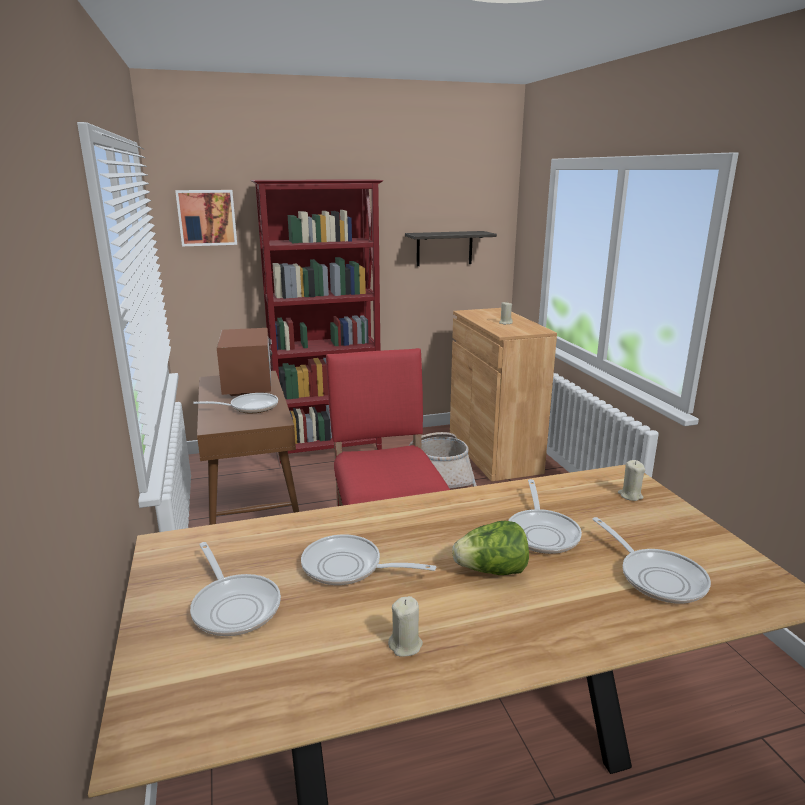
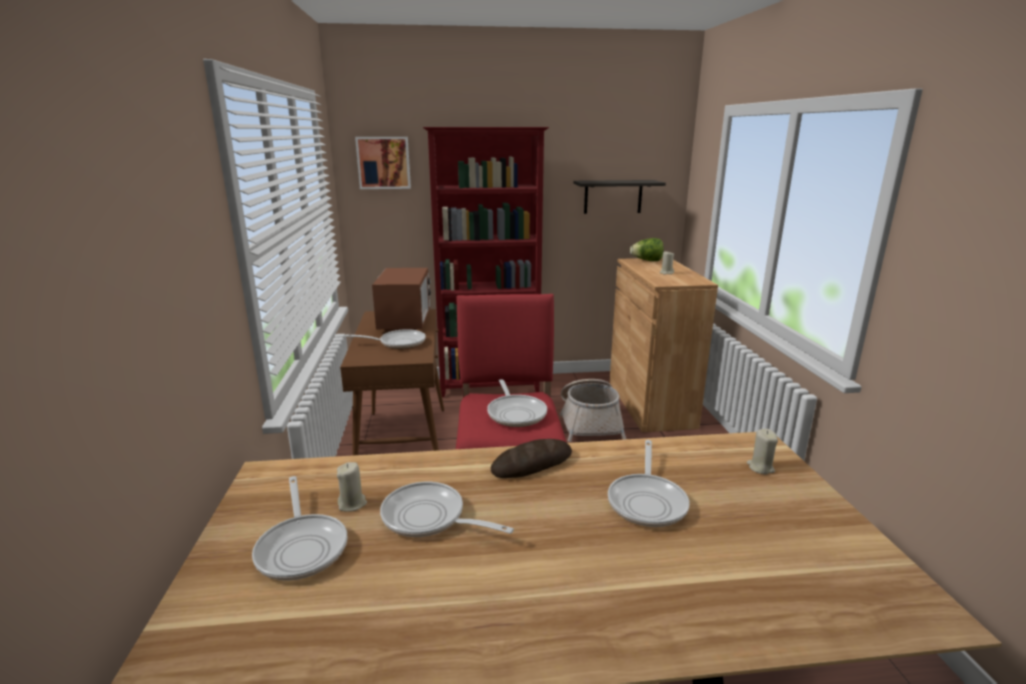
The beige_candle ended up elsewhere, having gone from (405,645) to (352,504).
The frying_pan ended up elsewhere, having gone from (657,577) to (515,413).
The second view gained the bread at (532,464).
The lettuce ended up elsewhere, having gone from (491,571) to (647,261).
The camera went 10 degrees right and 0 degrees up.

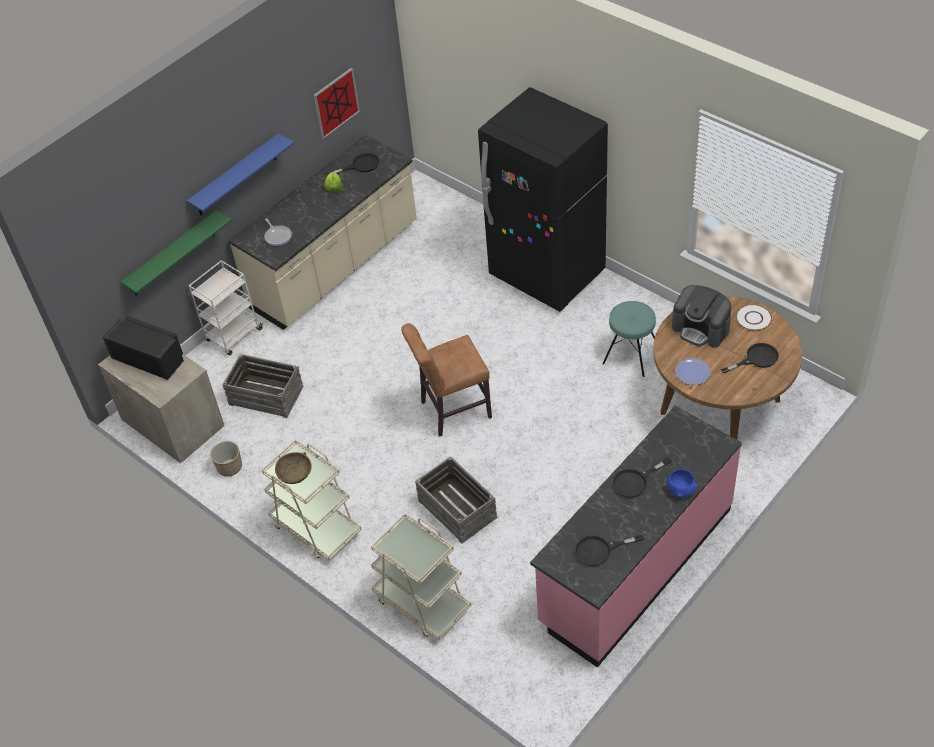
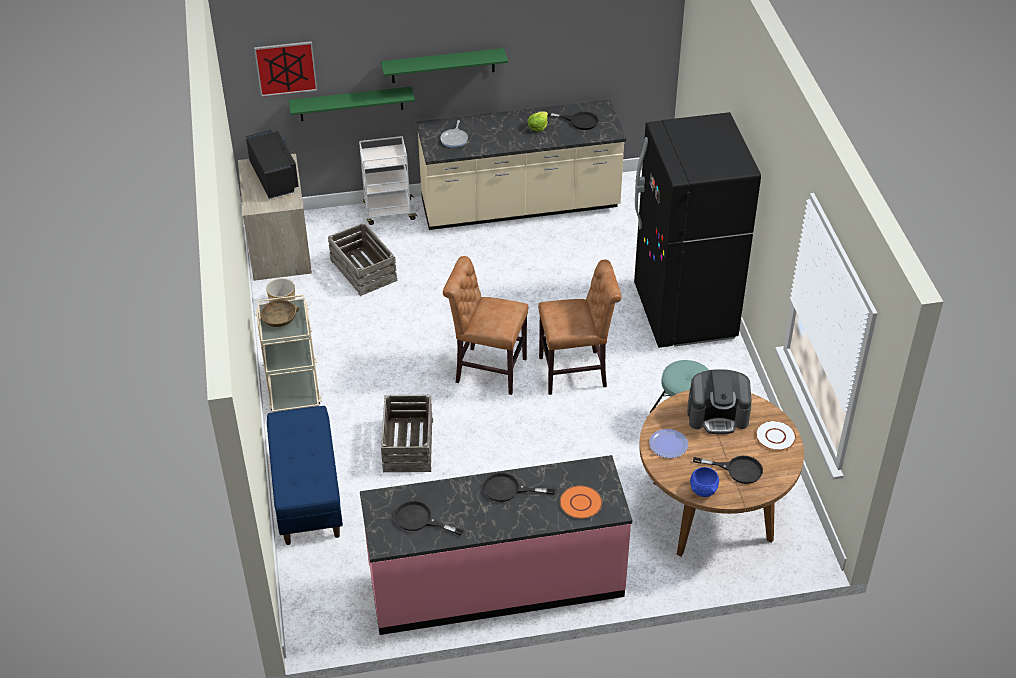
The picture ended up elsewhere, having gone from (336,103) to (286,68).
Where the beige_cart stood at (422,603), the blue_bench came to stand at (306,493).
What was the blue_shelf at (236,176) turned into the green_shelf at (443,65).
The second view gained the brown_chair at (577,372).
The second view gained the orange_plate at (580,503).
The coffee_machine at (701,328) ended up facing another way, 75 degrees counterclockwise from before.
The blue_bowl ended up elsewhere, having gone from (681,490) to (703,489).
The camera went 35 degrees right and 5 degrees down.

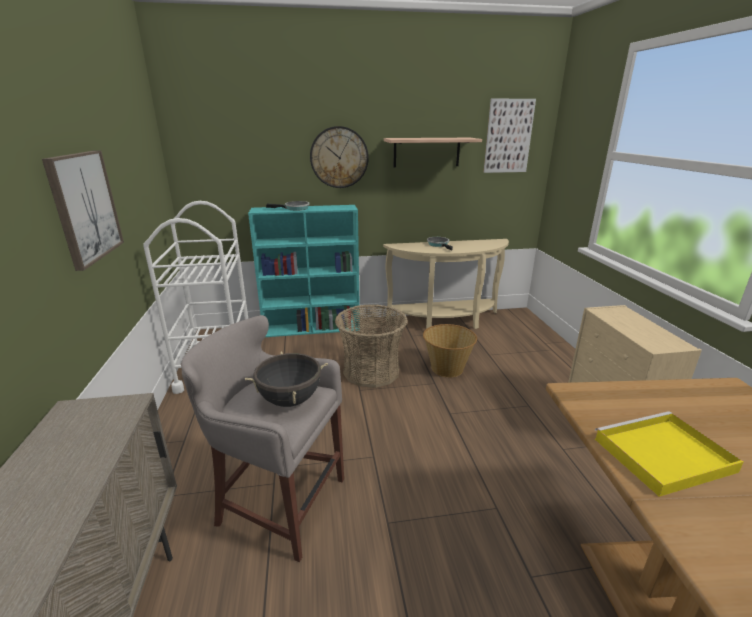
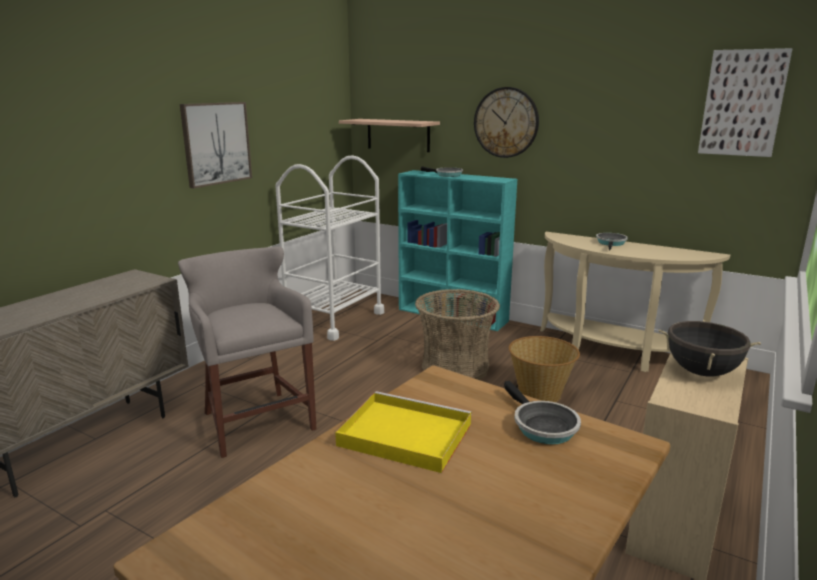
The shelf ended up elsewhere, having gone from (426,152) to (398,135).
The second view gained the frying_pan at (541,426).
The black_cooking_pot ended up elsewhere, having gone from (290,400) to (702,372).
The camera went 40 degrees right and 5 degrees down.

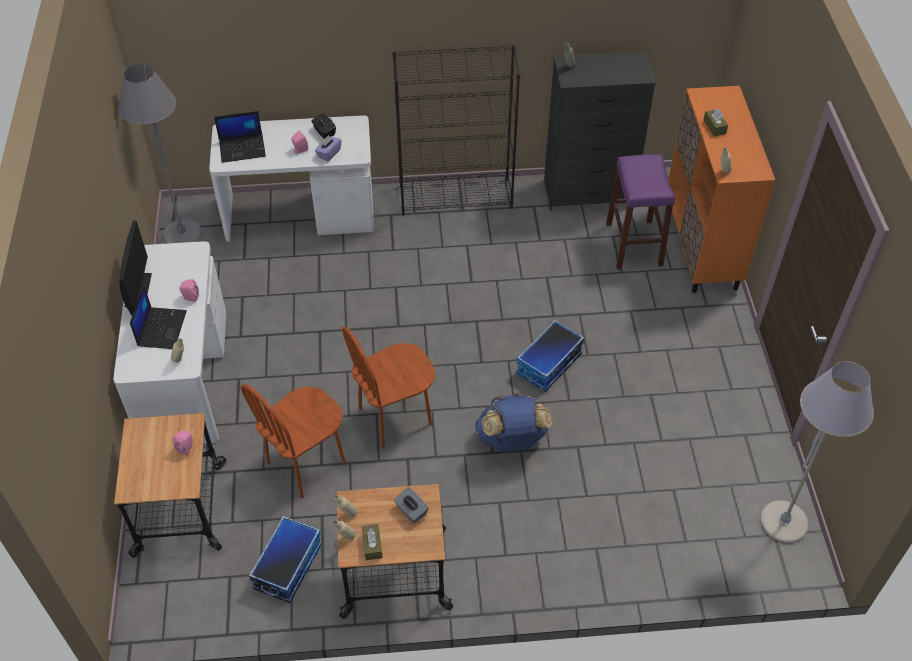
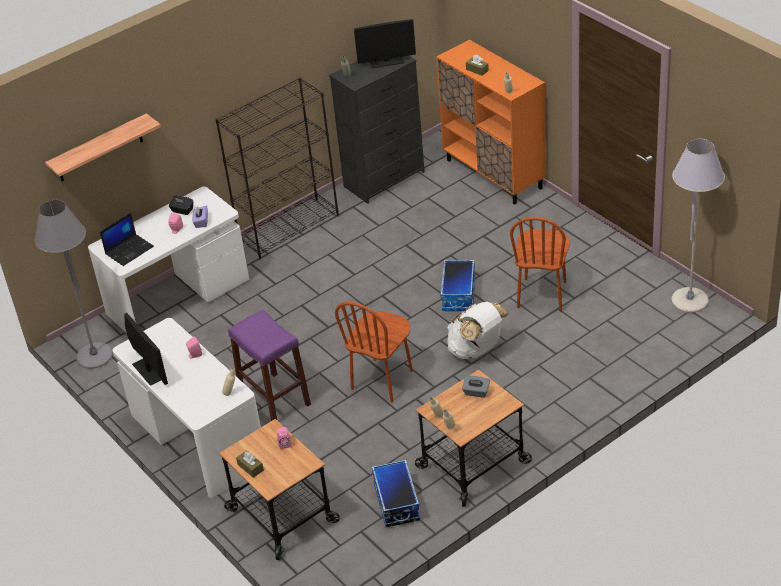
The second view gained the shelf at (99,149).
The purple_stool ended up elsewhere, having gone from (634,244) to (274,399).
The brown_tissue_box ended up elsewhere, having gone from (372,545) to (250,467).
The second view gained the monitor at (386,61).
What was the blue_backpack at (511,440) turned into the white_backpack at (476,350).
The brown_chair ended up elsewhere, having gone from (306,463) to (542,295).
The second view lost the laptop at (161,328).
The camera went 30 degrees left and 10 degrees down.

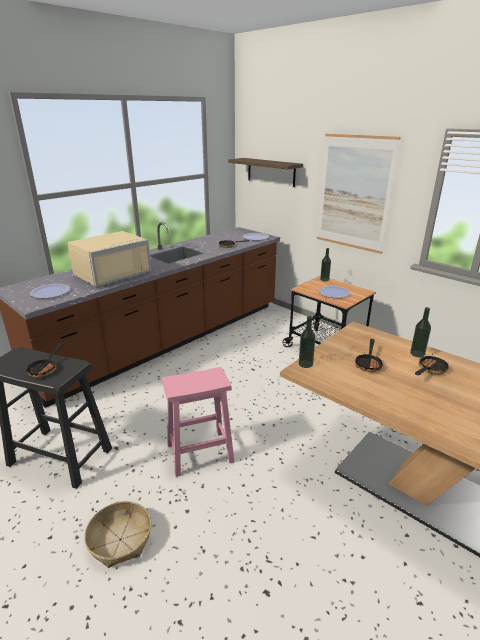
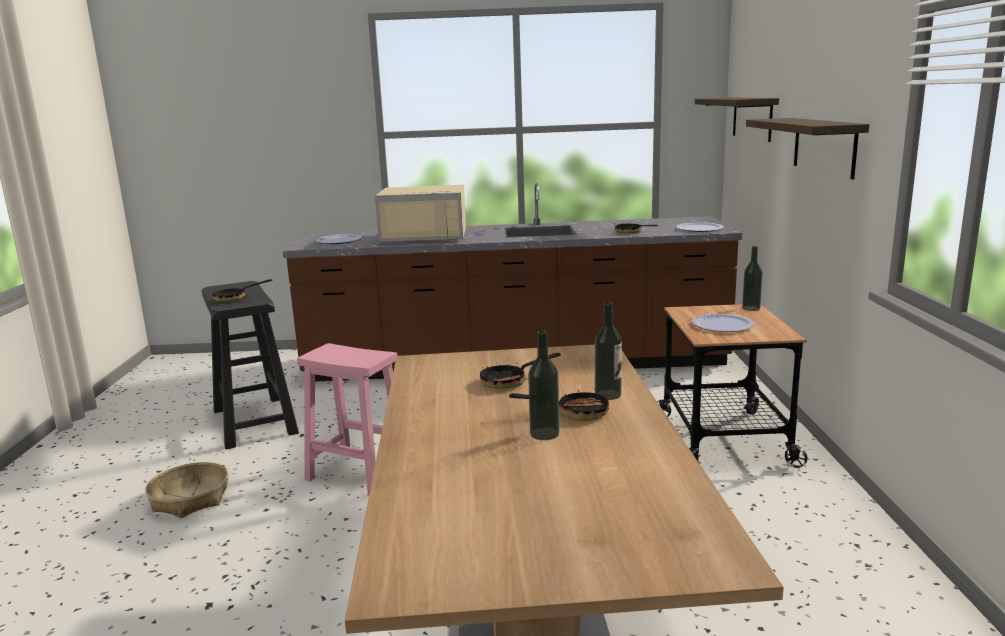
The bottle ended up elsewhere, having gone from (305,364) to (544,434).
Where the picture hung at (354,193), the shelf came to hang at (824,146).
The camera went 45 degrees right and 10 degrees down.

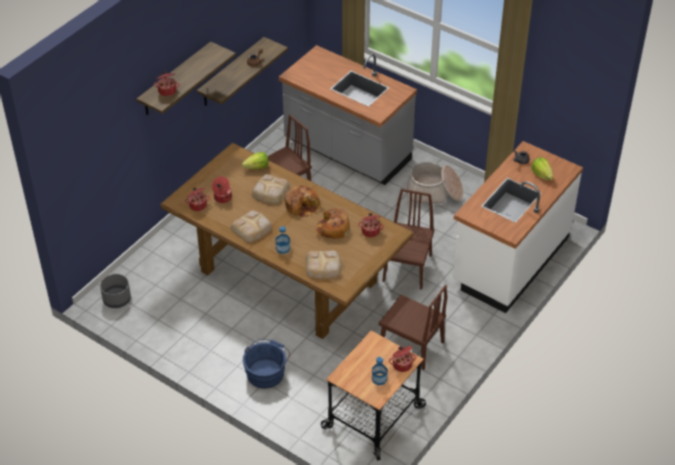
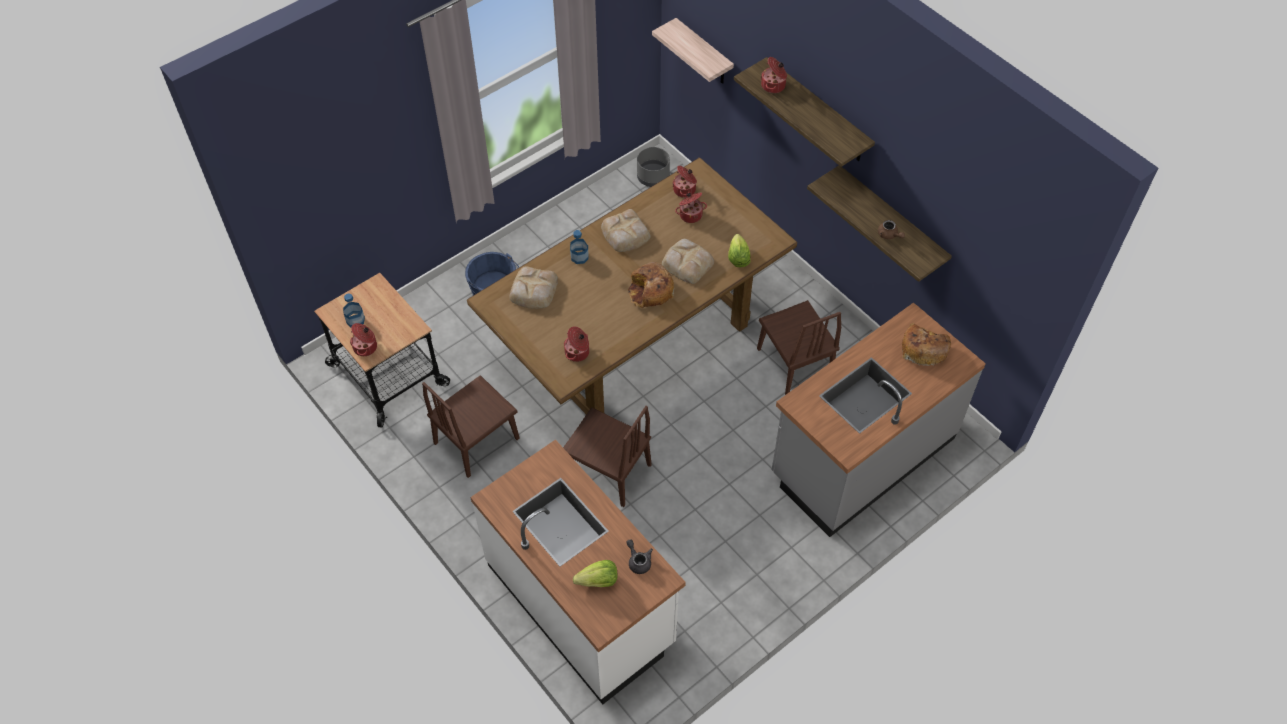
The second view gained the shelf at (703,53).
The bread ended up elsewhere, having gone from (332,228) to (923,348).
The second view lost the basket at (434,193).
The camera went 105 degrees right and 10 degrees up.

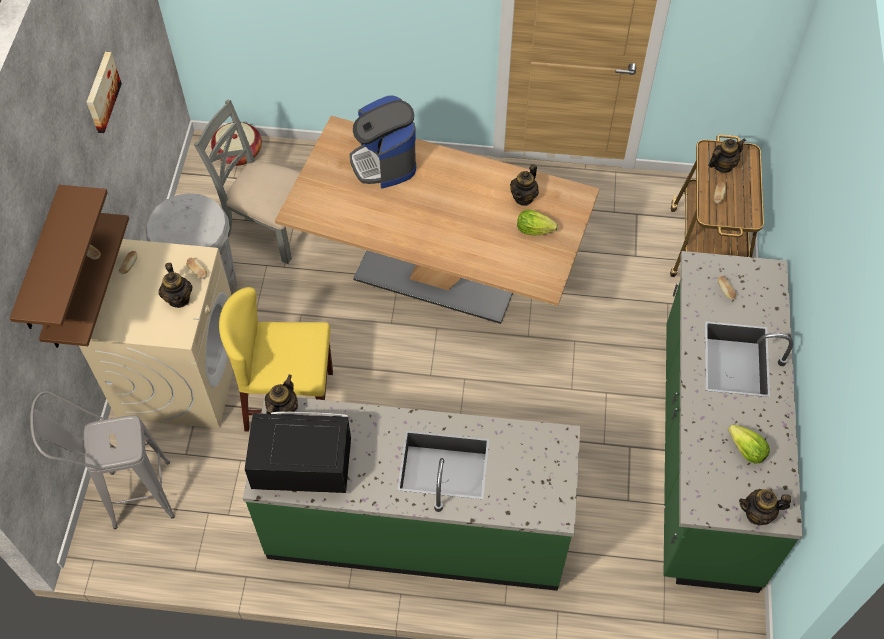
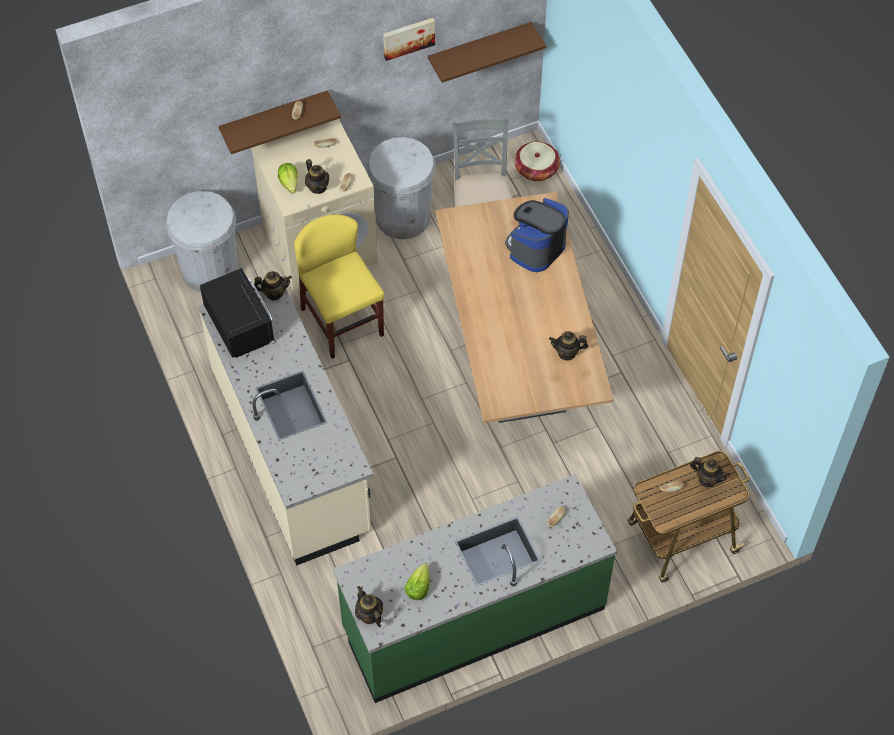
Where the grey_stool stood at (128,497), the white_trash_can came to stand at (210,270).
What was the green_counter at (417,526) turned into the beige_counter at (292,452).
The lettuce ended up elsewhere, having gone from (534,230) to (289,183).
The teapot at (179,298) ended up facing another way, 75 degrees counterclockwise from before.
The brown_shelf ended up elsewhere, having gone from (41,262) to (479,49).
The camera went 60 degrees right and 0 degrees up.

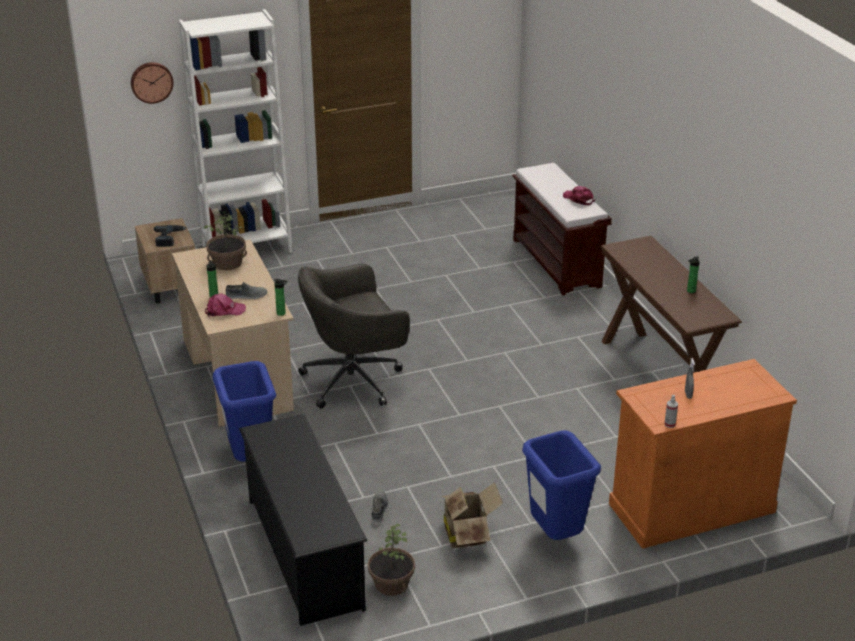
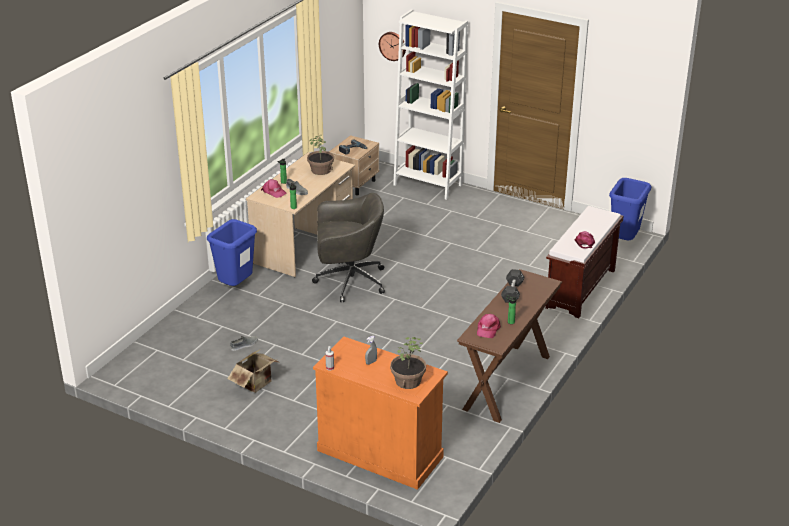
The grey_office_chair at (355,380) ended up facing another way, 150 degrees clockwise from before.
The potted_plant ended up elsewhere, having gone from (391,584) to (407,381).
The second view gained the pink_cap at (488,329).
The second view gained the black_dumbbell at (512,292).
The blue_trash_can ended up elsewhere, having gone from (555,536) to (624,241).
The second view lost the black_shoe_rack at (304,552).
The camera went 50 degrees right and 0 degrees up.

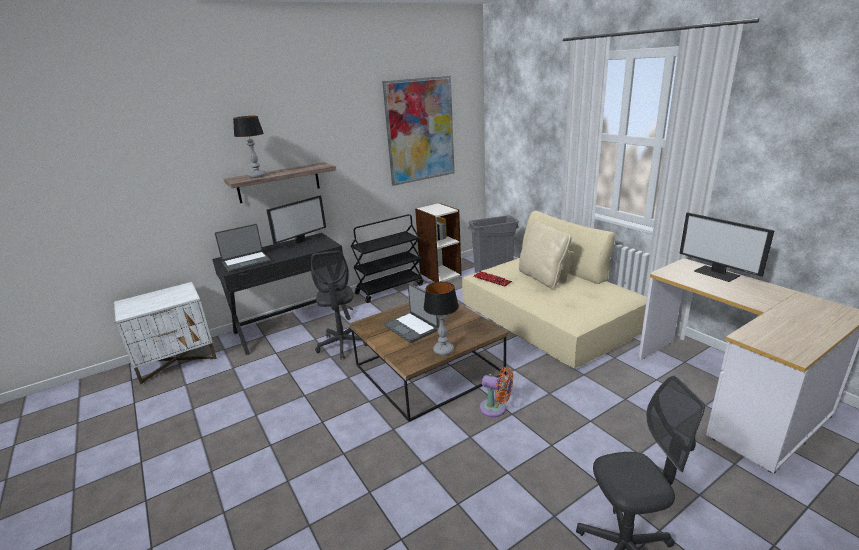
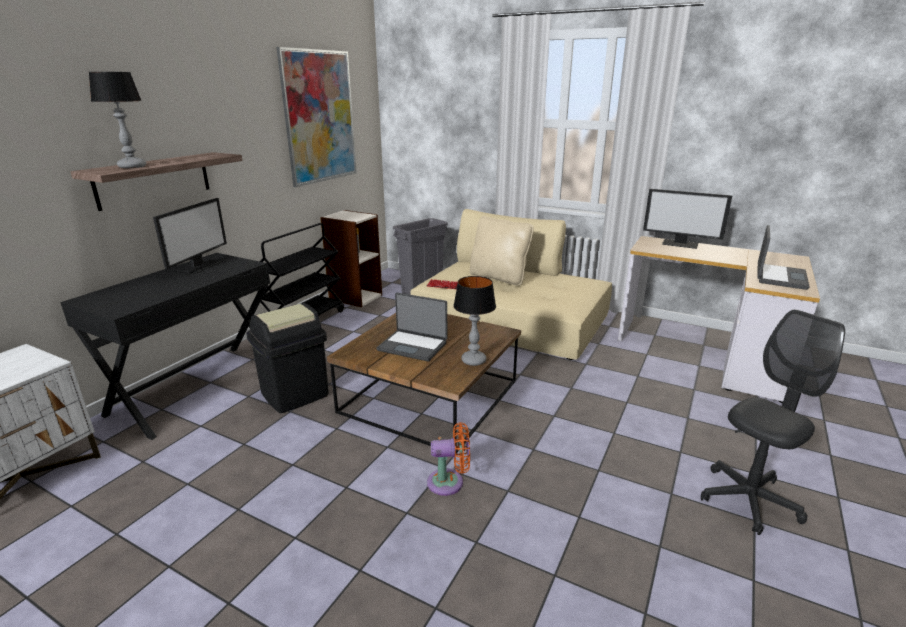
Where the grey_office_chair stood at (342,345), the black_trash_can came to stand at (295,394).
The orange_fan ended up elsewhere, having gone from (496,409) to (449,482).
The laptop ended up elsewhere, having gone from (246,262) to (779,277).
The camera went 30 degrees left and 0 degrees up.

